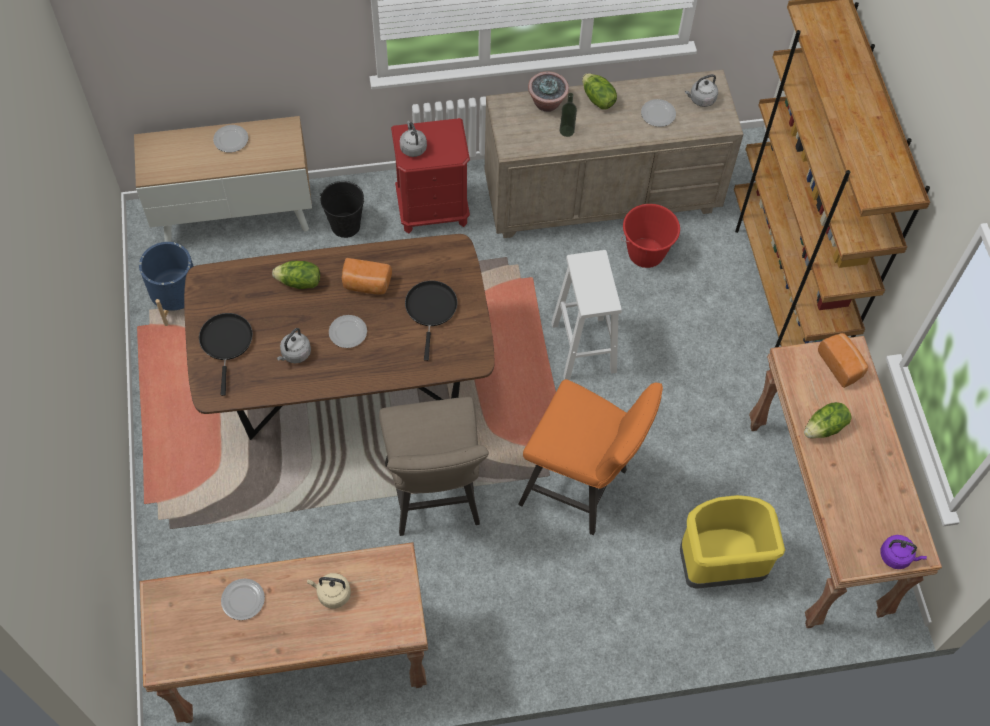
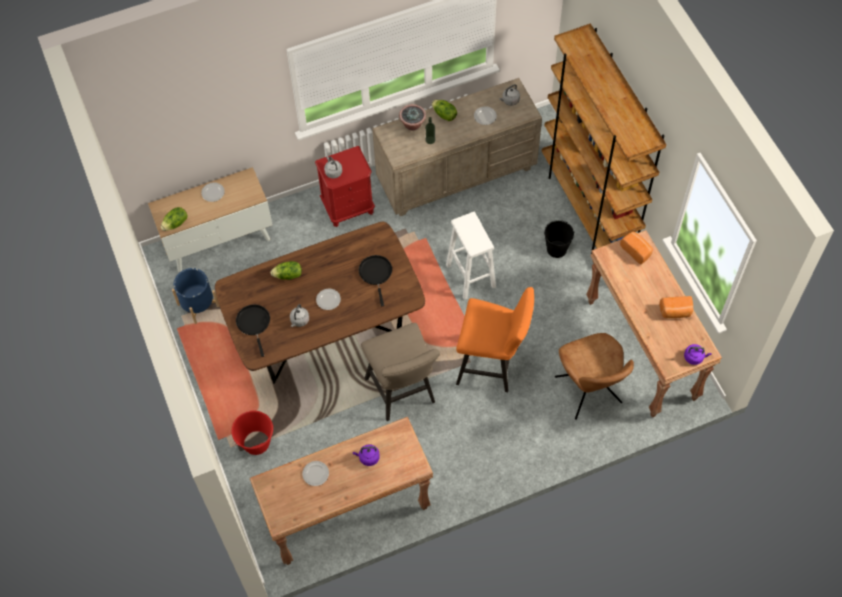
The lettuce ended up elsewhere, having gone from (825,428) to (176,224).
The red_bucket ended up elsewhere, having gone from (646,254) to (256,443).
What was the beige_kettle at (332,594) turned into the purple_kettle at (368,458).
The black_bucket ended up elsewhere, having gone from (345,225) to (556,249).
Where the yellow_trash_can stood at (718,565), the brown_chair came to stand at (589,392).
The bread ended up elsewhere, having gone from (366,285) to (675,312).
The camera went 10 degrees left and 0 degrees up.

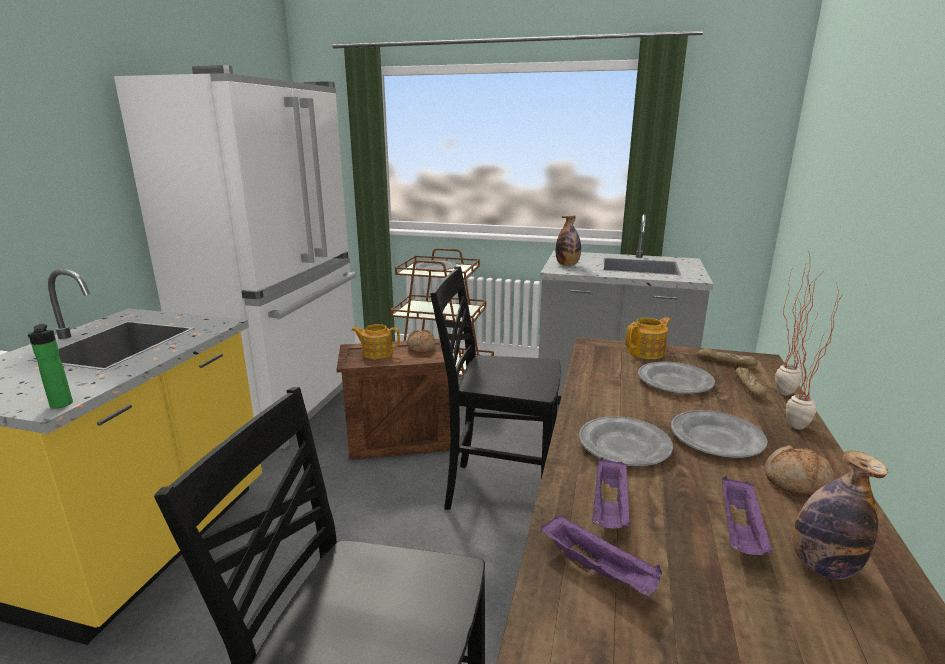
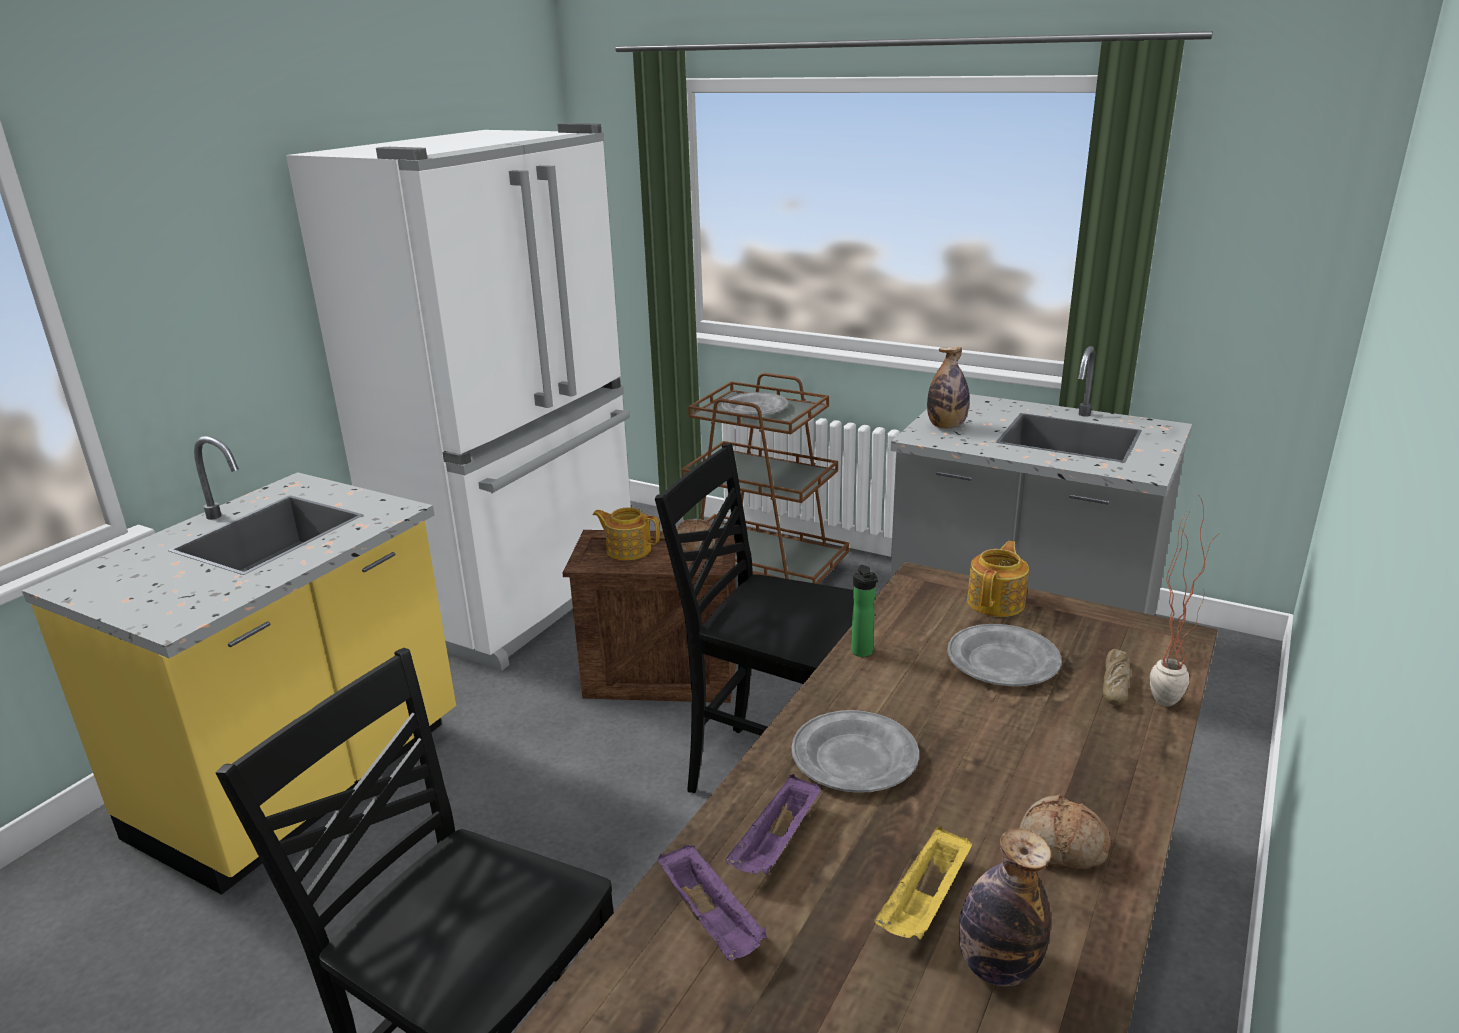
The bottle ended up elsewhere, having gone from (60,405) to (863,653).
What was the purple_tray at (740,532) turned into the yellow_tray at (925,903).
The teapot at (646,352) ended up facing another way, 45 degrees counterclockwise from before.
The second view lost the grey_plate at (715,438).
The second view lost the bread at (725,362).
The second view lost the potted_plant at (787,425).
The camera went 15 degrees right and 5 degrees up.

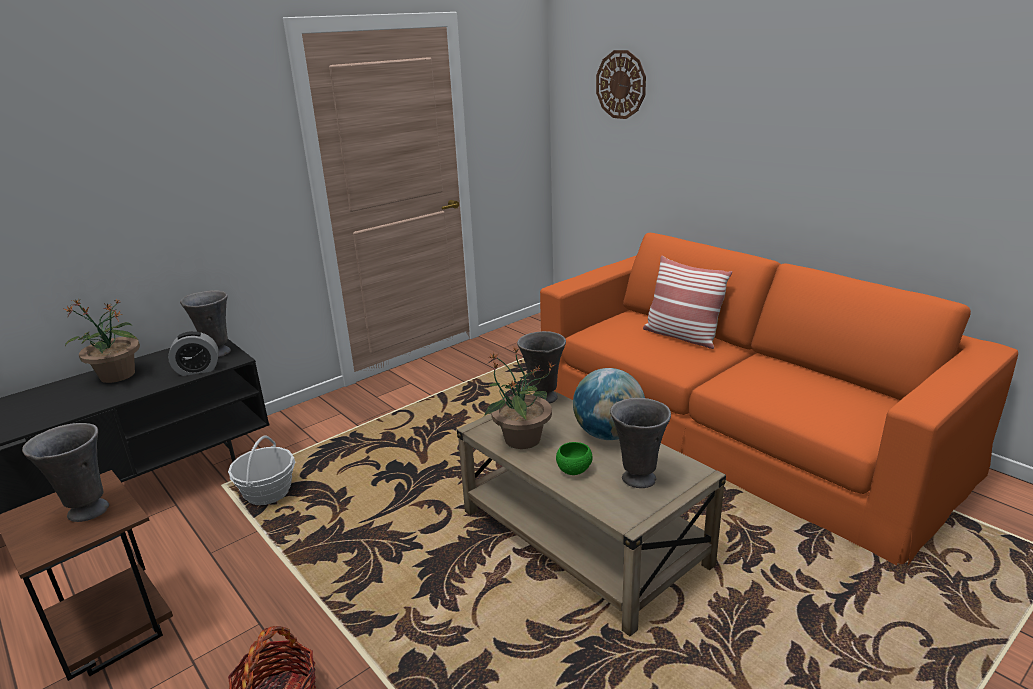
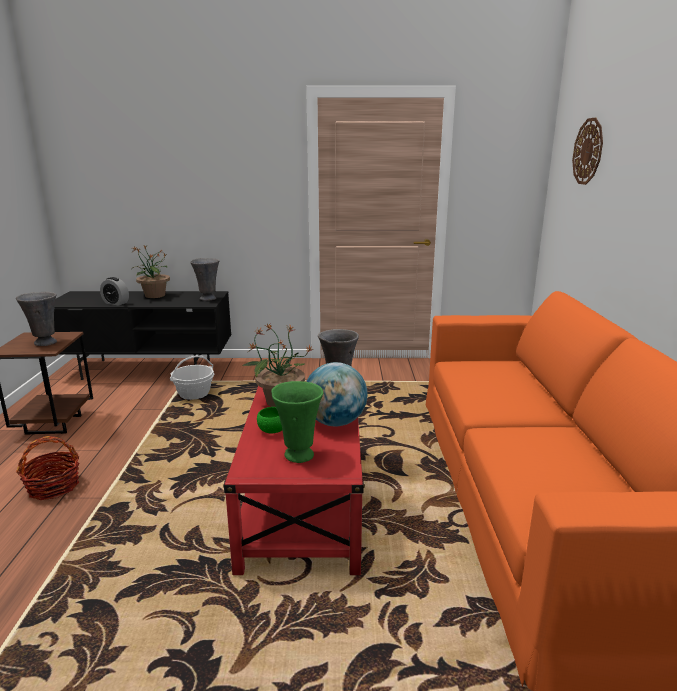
The alarm_clock ended up elsewhere, having gone from (198,370) to (116,303).
What was the beige_coffee_table at (582,538) turned into the red_coffee_table at (303,503).
What was the grey_vase at (637,479) turned into the green_vase at (298,454).
The second view lost the pillow at (681,336).
The camera went 40 degrees right and 5 degrees down.

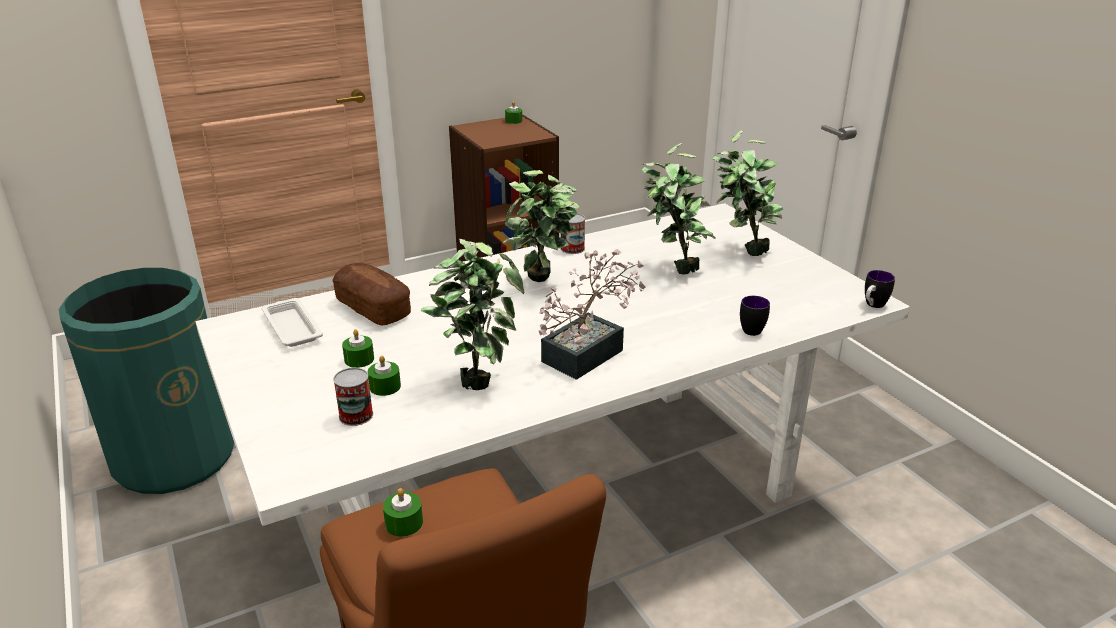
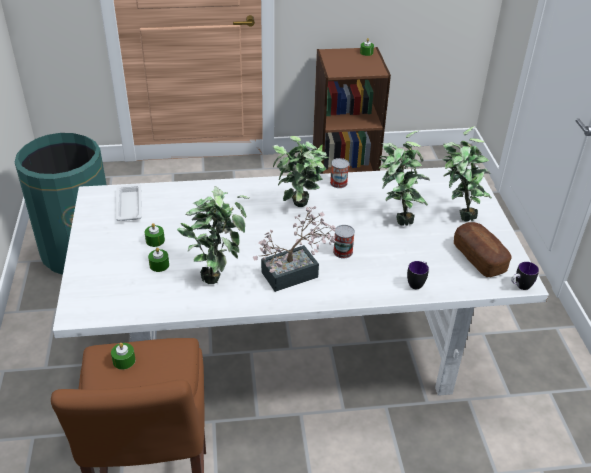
The can ended up elsewhere, having gone from (356,415) to (343,252).
The bread ended up elsewhere, having gone from (373,308) to (479,258).
The camera went 20 degrees right and 10 degrees up.

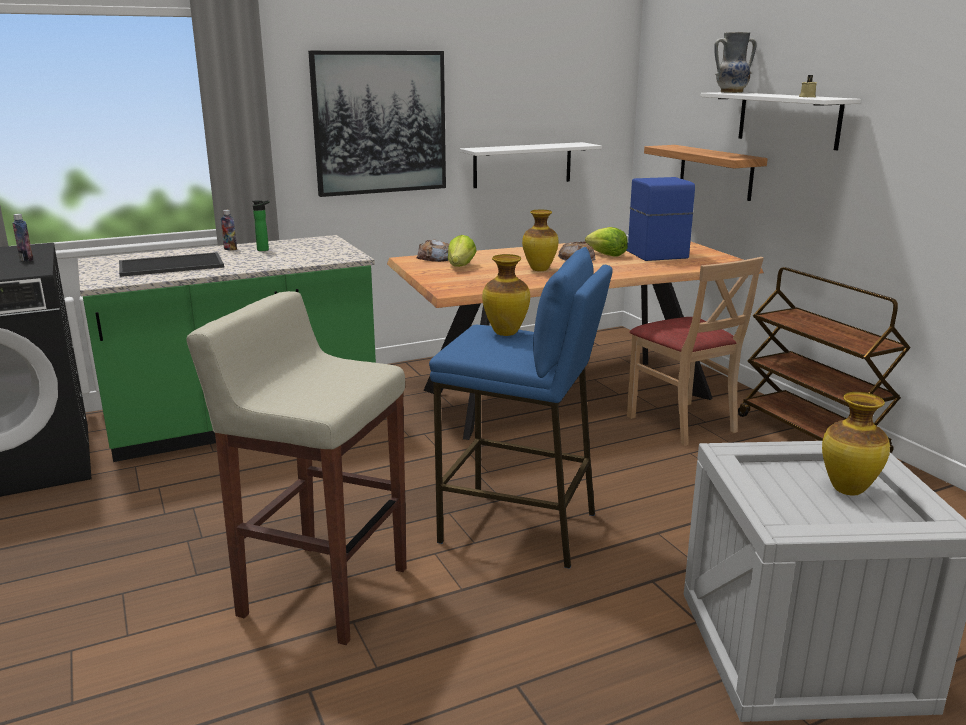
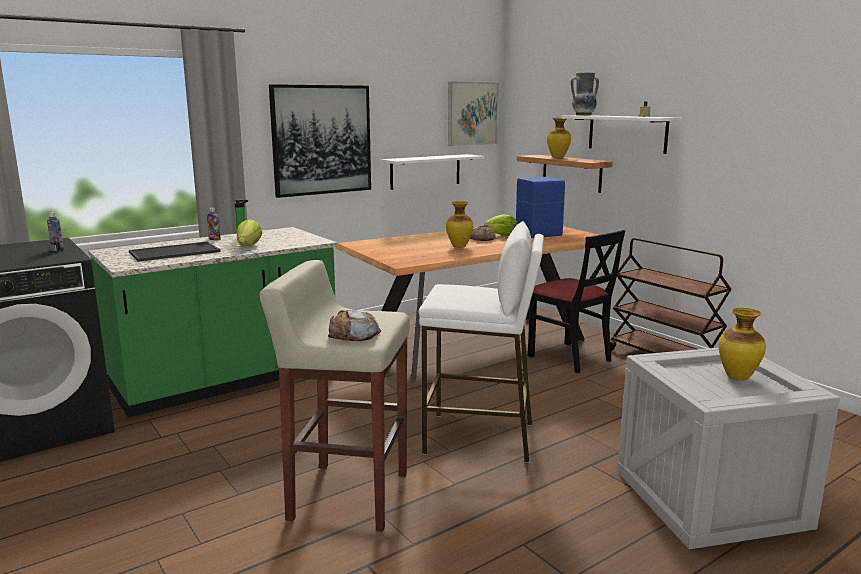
The lettuce ended up elsewhere, having gone from (460,266) to (248,246).
The bread ended up elsewhere, having gone from (436,258) to (354,334).
What was the blue_stool at (519,527) turned into the white_stool at (480,438).
The second view gained the picture at (472,113).
What was the beige_chair at (682,423) turned into the black_chair at (570,357).
The vase ended up elsewhere, having gone from (505,333) to (557,158).
The camera went 10 degrees left and 5 degrees down.

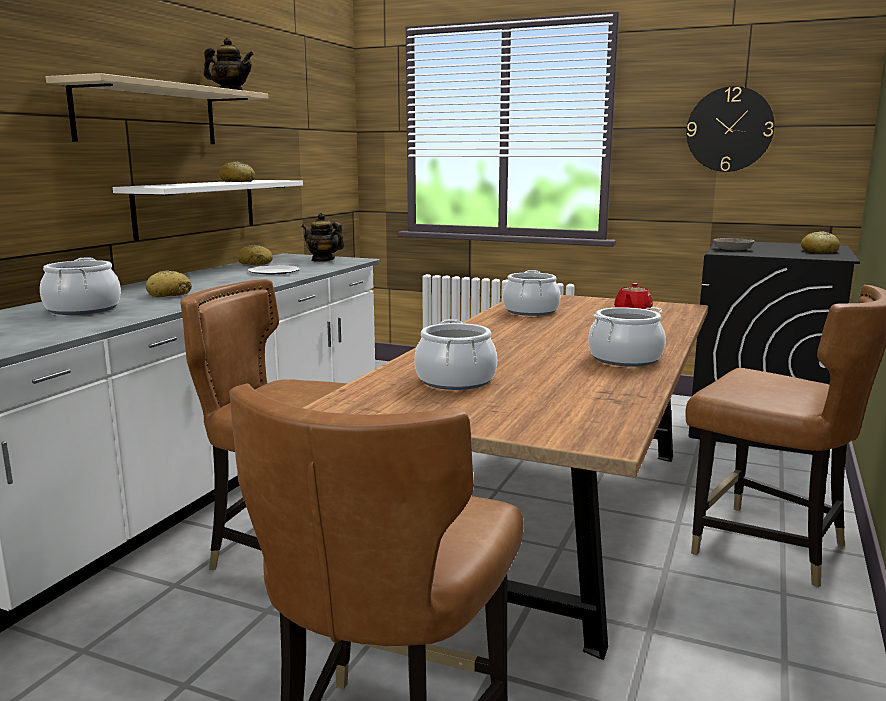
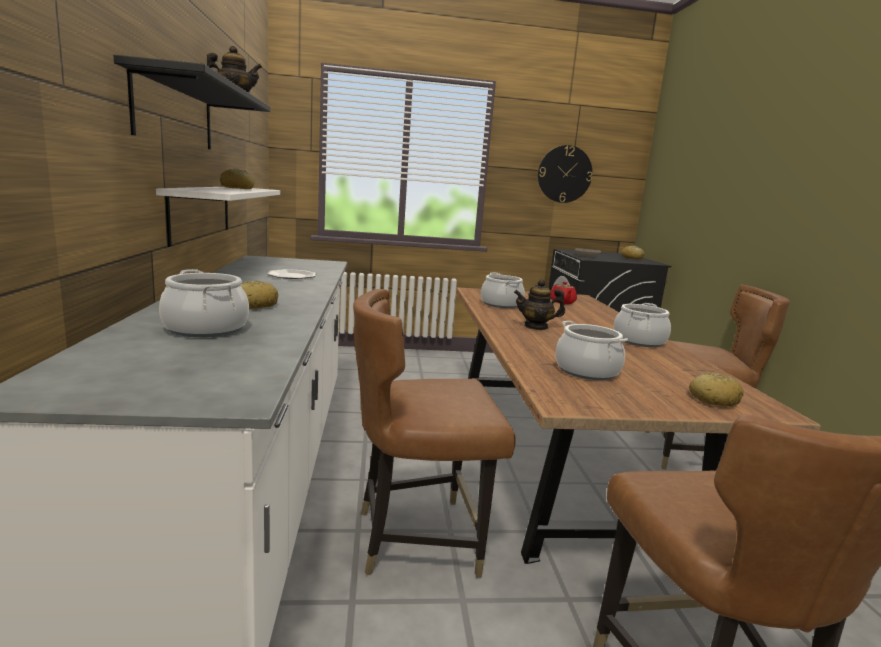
What was the beige_shelf at (148,115) turned into the black_shelf at (175,113).
The teapot ended up elsewhere, having gone from (323,260) to (536,327).
The bread ended up elsewhere, having gone from (255,263) to (714,399).
The camera went 30 degrees left and 0 degrees up.

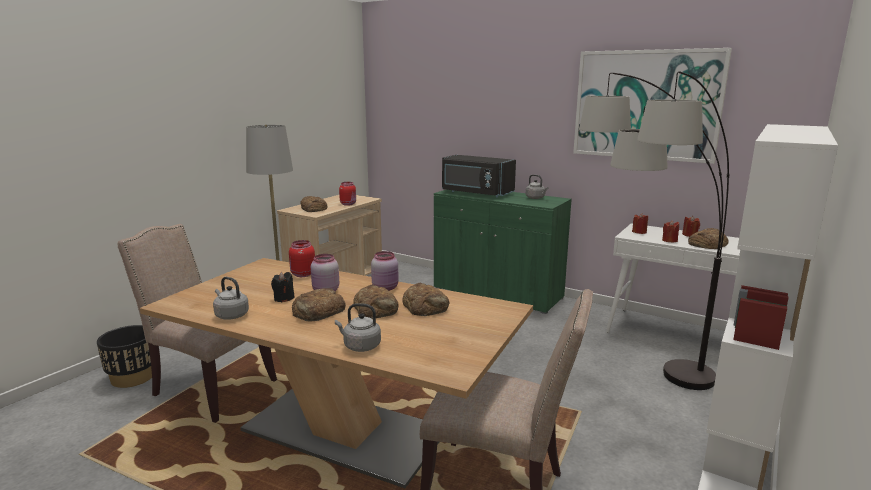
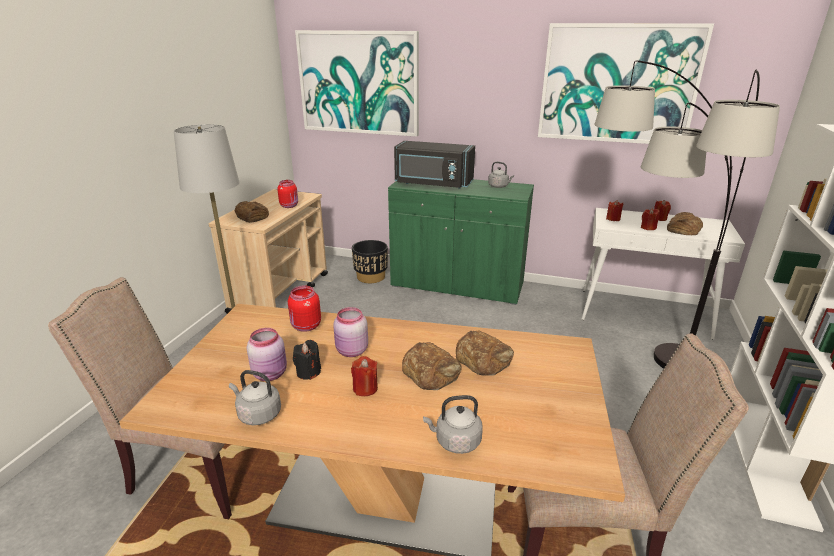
The pink_jar ended up elsewhere, having gone from (386,288) to (271,373).
The second view gained the picture at (359,83).
Where the bread stood at (318,311), the red_candle came to stand at (365,388).
The black_planter ended up elsewhere, having gone from (133,377) to (371,277).
The camera went 15 degrees left and 10 degrees up.

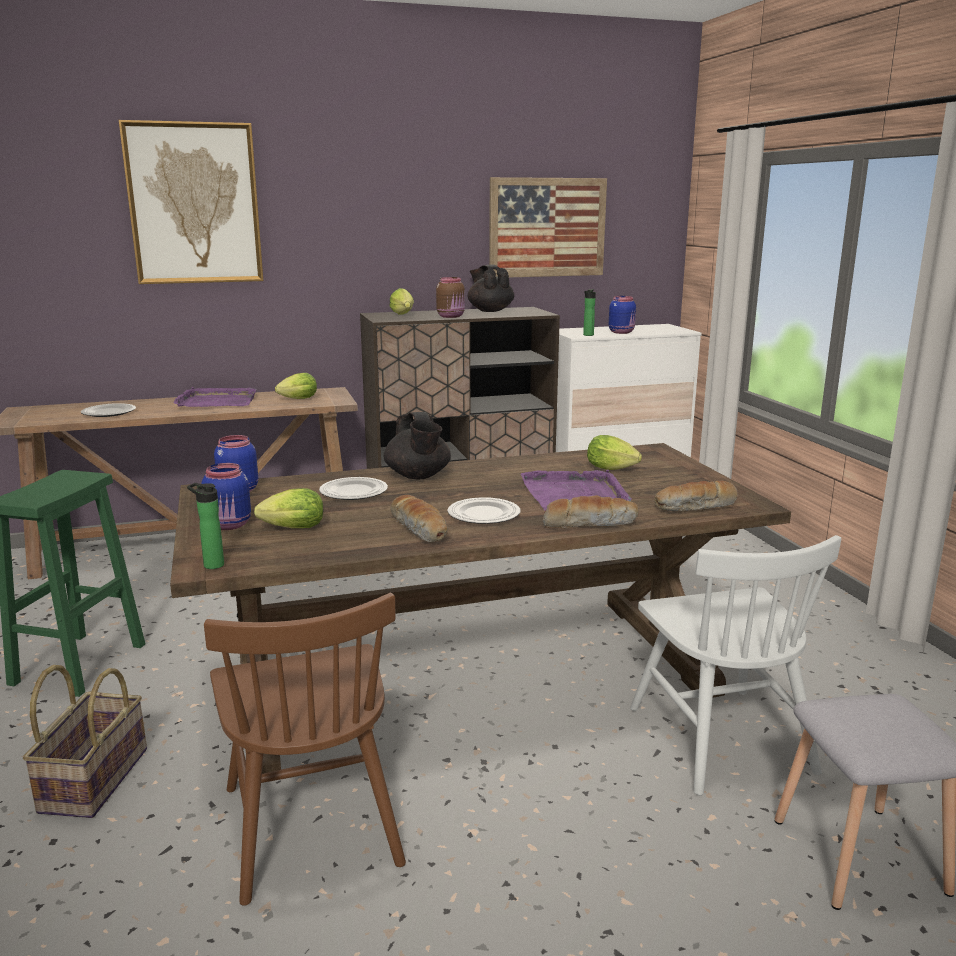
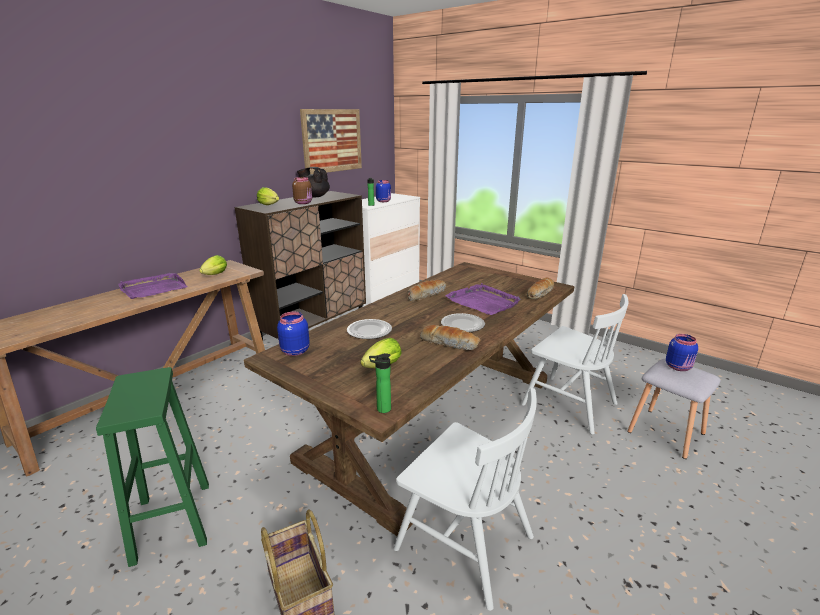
What was the brown_chair at (311,824) turned into the white_chair at (463,542).
The bread ended up elsewhere, having gone from (589,523) to (426,295).
The blue_jar ended up elsewhere, having gone from (229,525) to (679,367).
The second view lost the plate at (109,412).
The second view lost the picture at (194,204).
The second view lost the black_teapot at (418,476).
The second view lost the lettuce at (614,469).
The camera went 35 degrees left and 5 degrees up.

